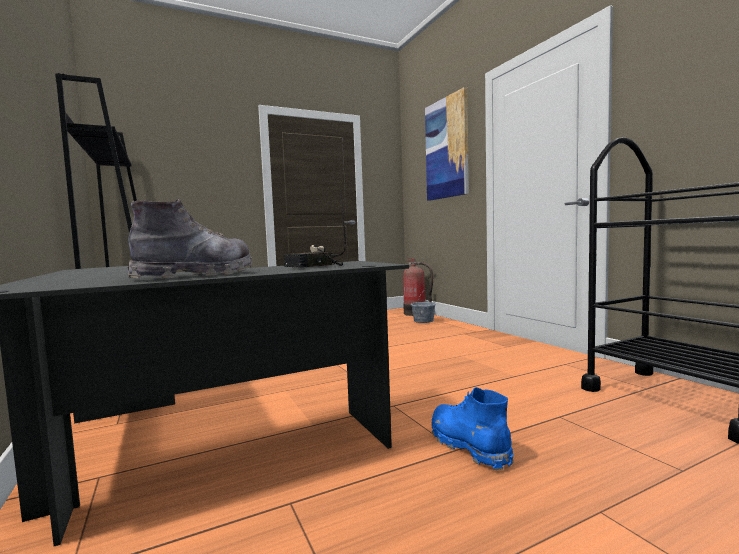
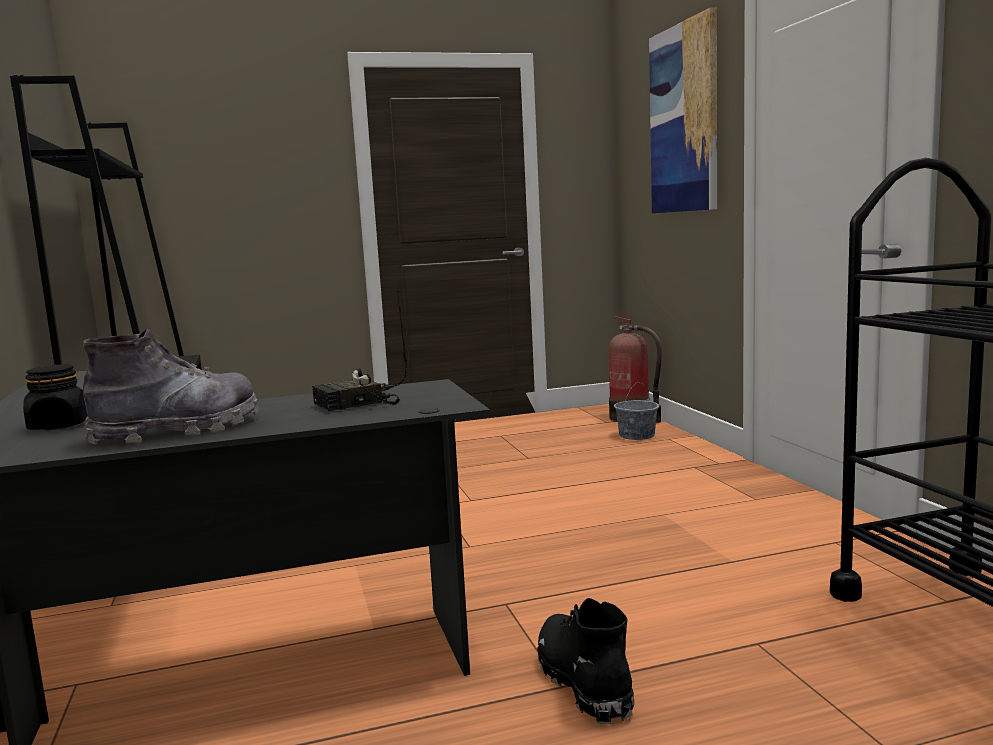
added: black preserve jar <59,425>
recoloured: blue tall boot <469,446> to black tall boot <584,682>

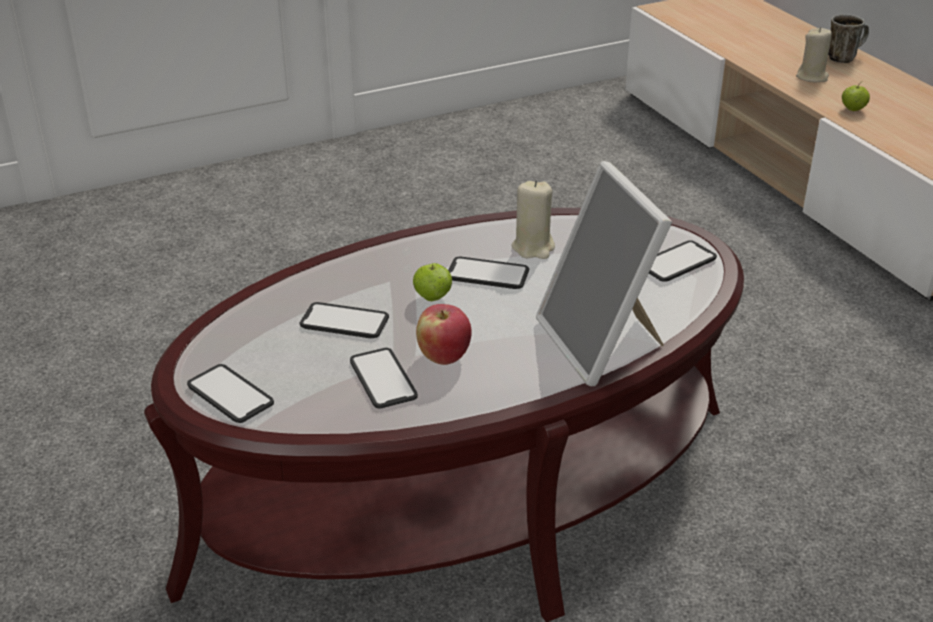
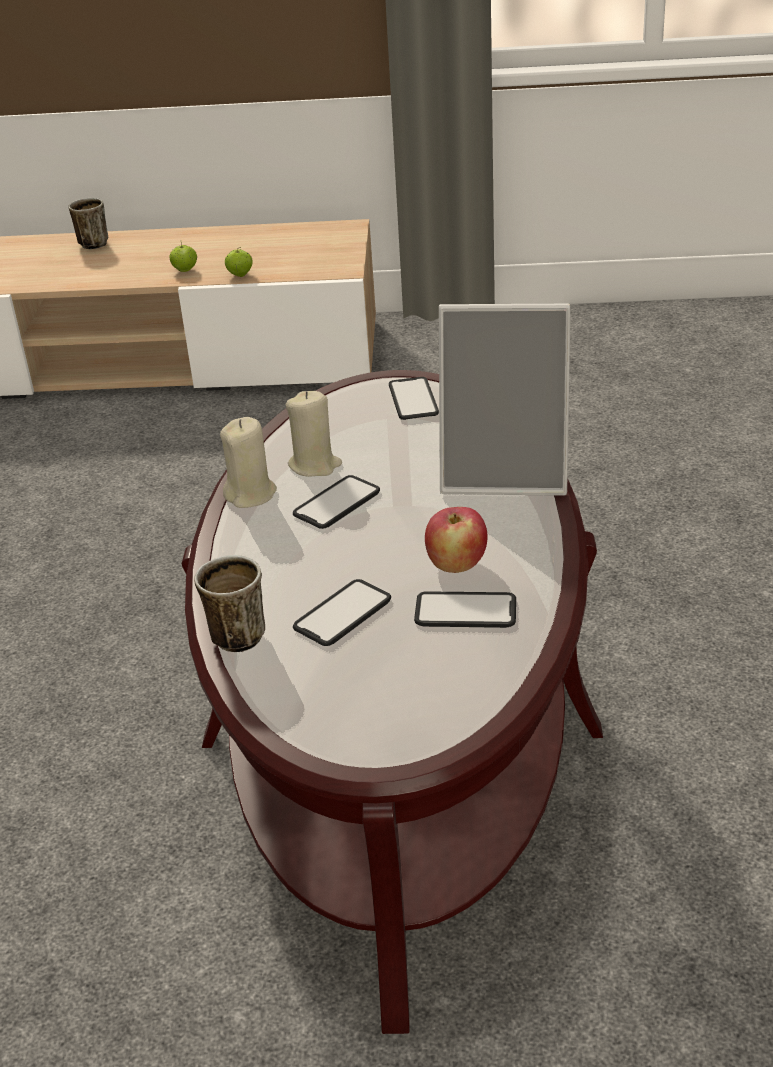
removed: handset <230,394>
added: tea mug <234,632>
moved: beige wax candle <812,77> to <251,494>; apple fruit <433,297> to <240,275>

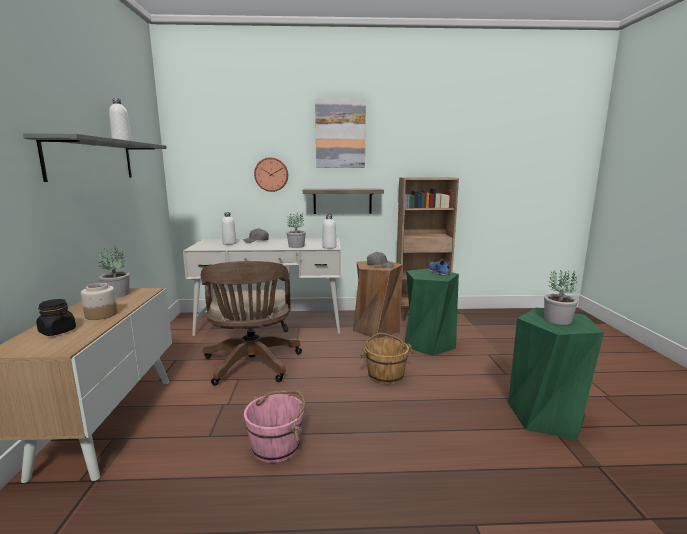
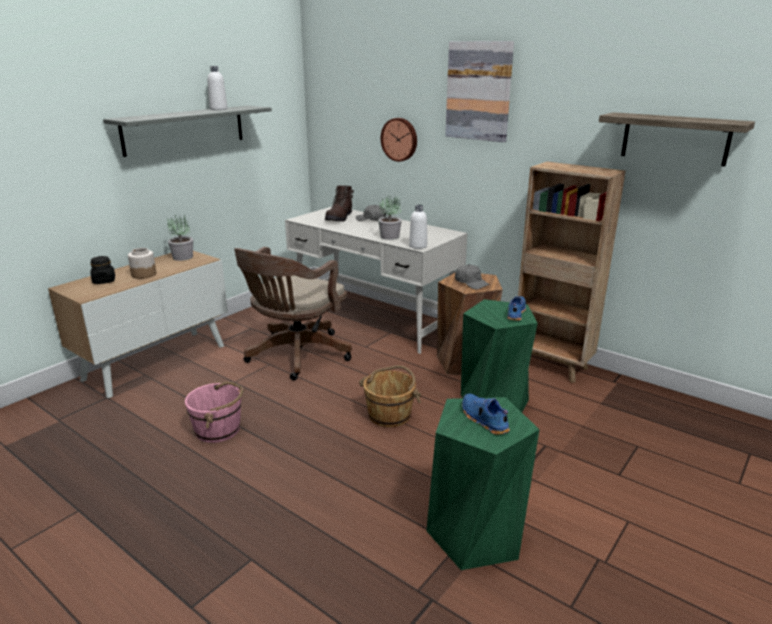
moved: bracket shelf <342,201> to <675,138>
replaced: white-coloured bottle <229,243> to brownish tall boot <340,218>; plant in a pot <558,320> to blue item of footwear <483,420>

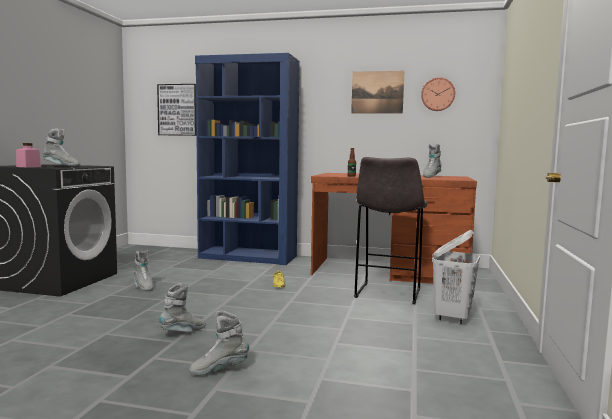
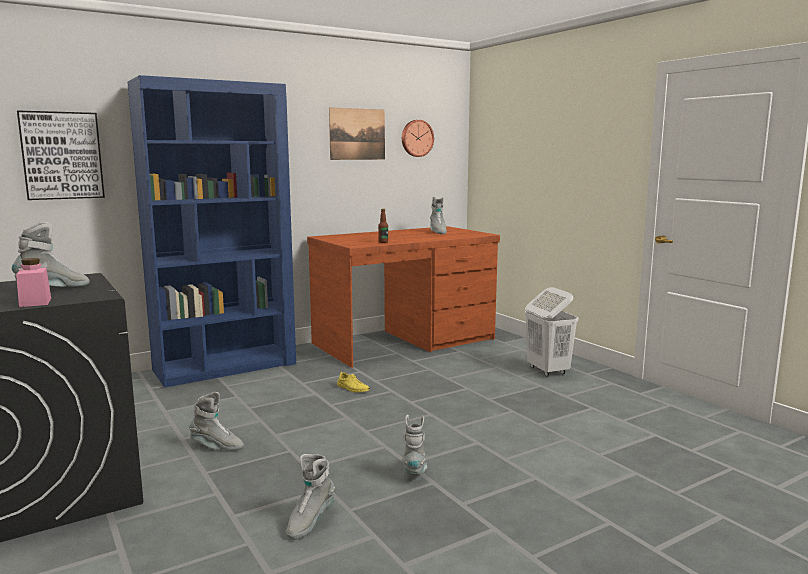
removed: gray sitting stool <387,294>
moved: gray tall boot <219,370> to <310,522>

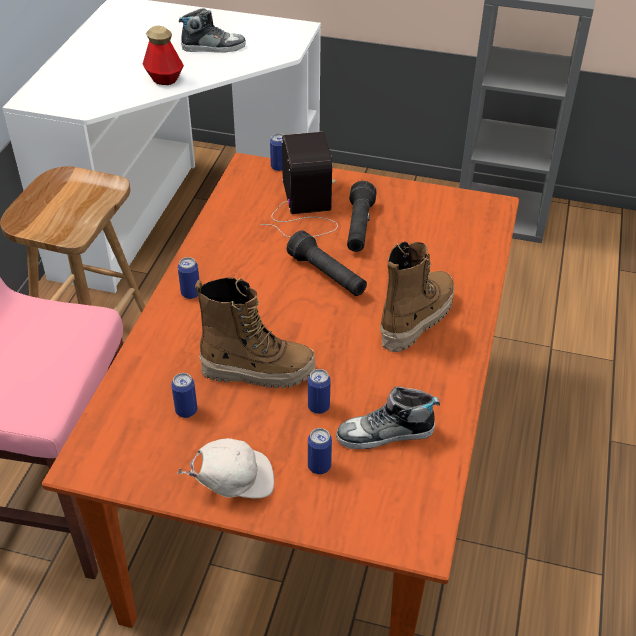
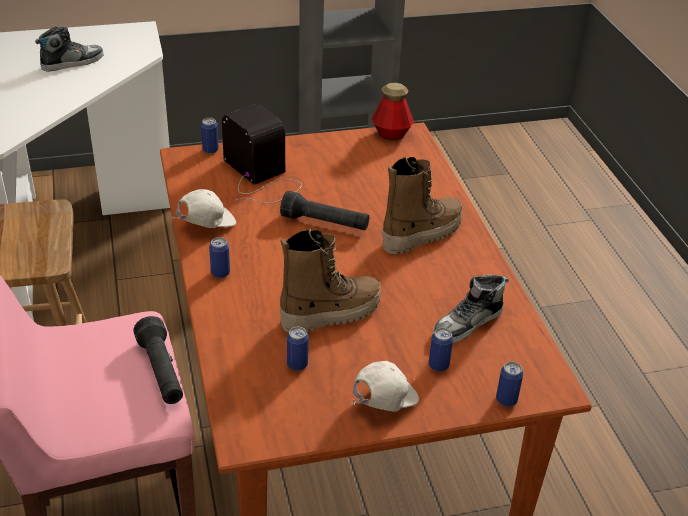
added: white-coloured baseball cap <205,225>
moved: bottle <164,79> to <391,134>; black torch <359,228> to <161,372>; sealed can <318,407> to <506,400>
turned: tall boot <415,319> = <421,234> 45 degrees clockwise

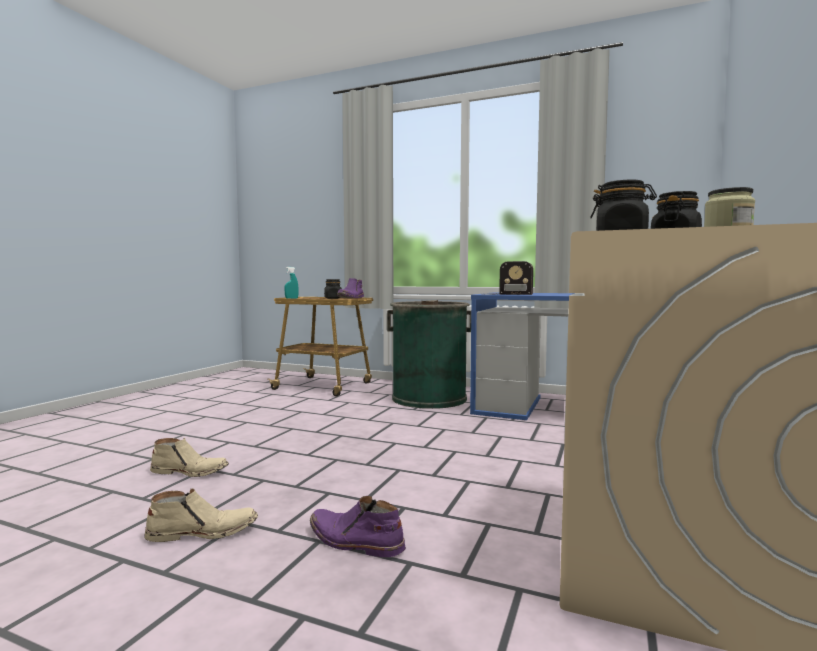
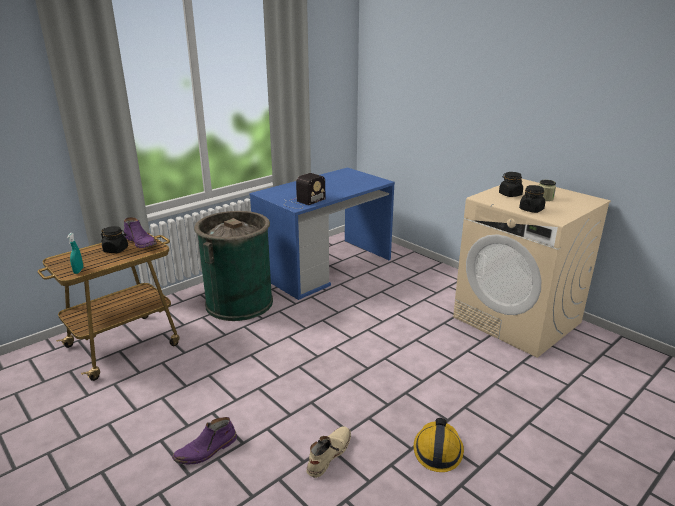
moved: purplish tall boot <354,541> to <206,450>
replaced: beige tall boot <203,532> to hard hat <437,450>

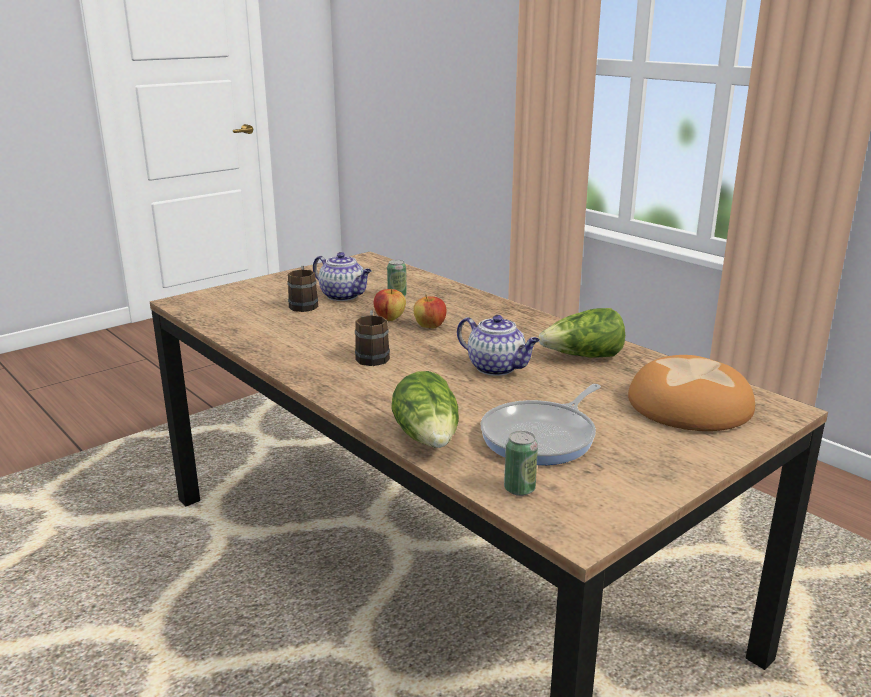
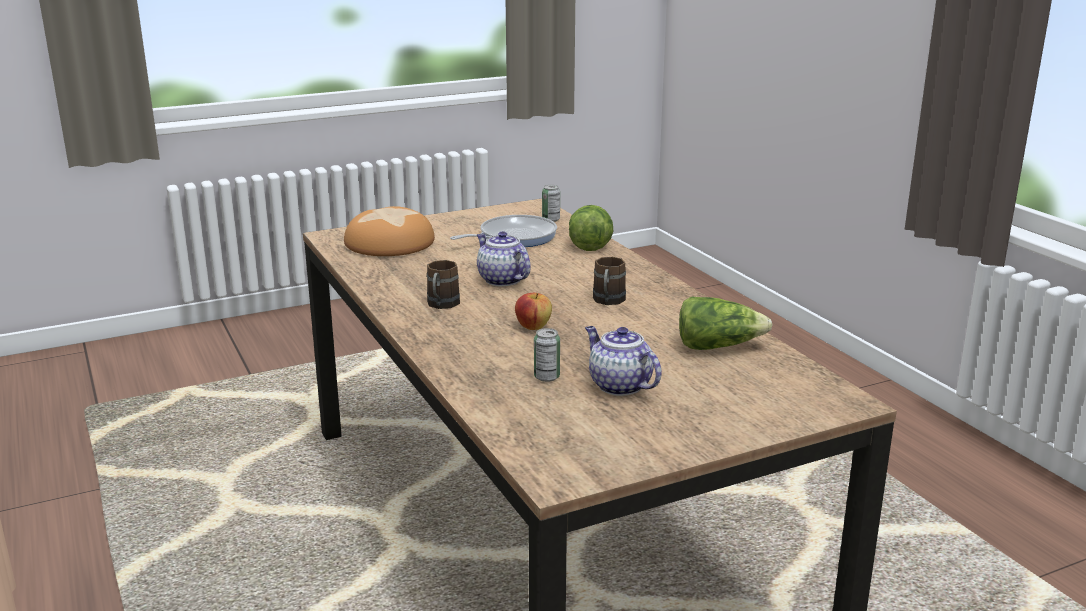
removed: apple fruit <389,318>
moved: brownish tea mug <304,304> to <441,305>; head of lettuce <583,357> to <718,346>

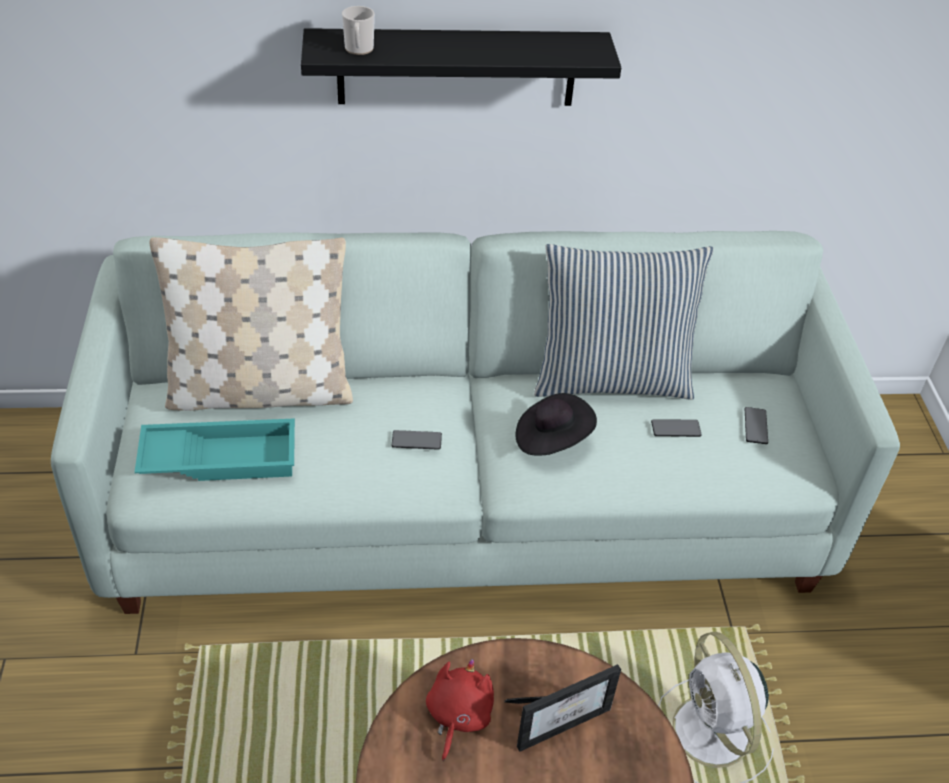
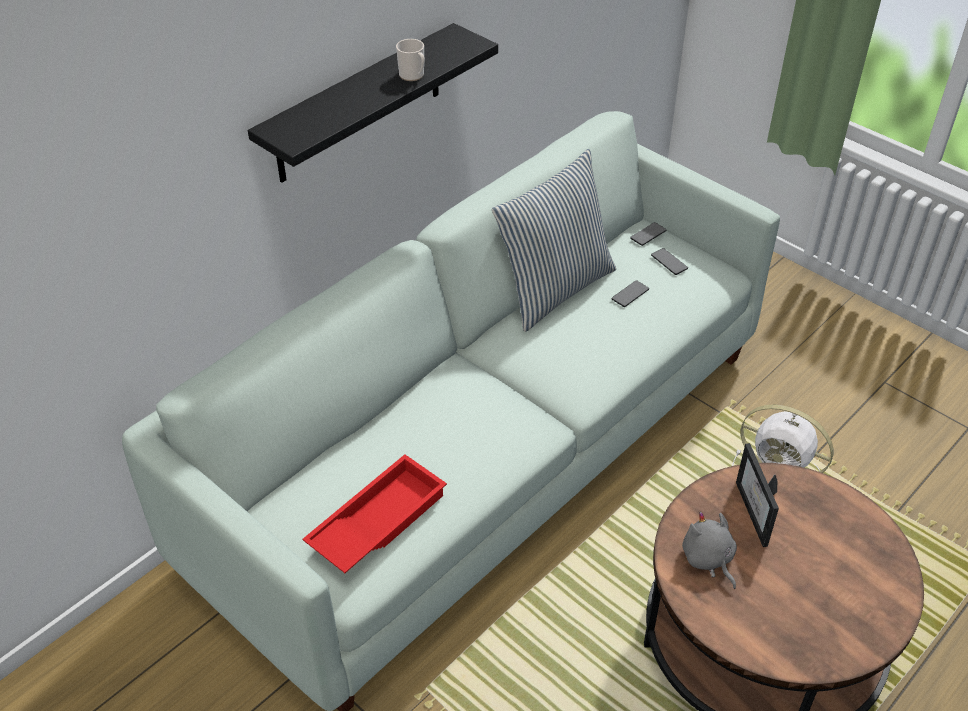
removed: beige pillow <261,390>; black wearable hat <551,438>
moved: tea mug <358,49> to <413,76>; handset <416,440> to <648,234>
recoloured: blue-green serving tray <221,456> to red serving tray <377,520>; red cuddly toy <458,716> to gray cuddly toy <708,559>
turned: standing frame <560,718> = <759,514> 150 degrees clockwise

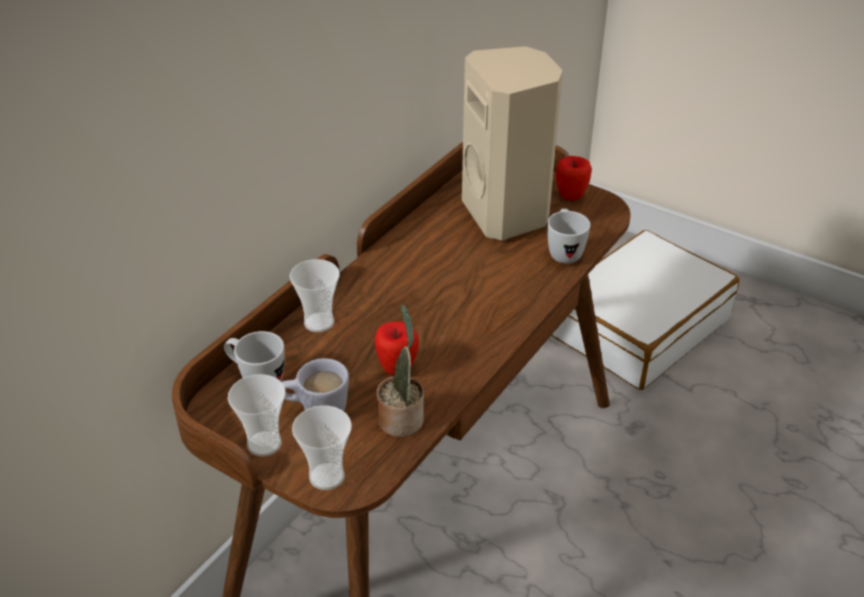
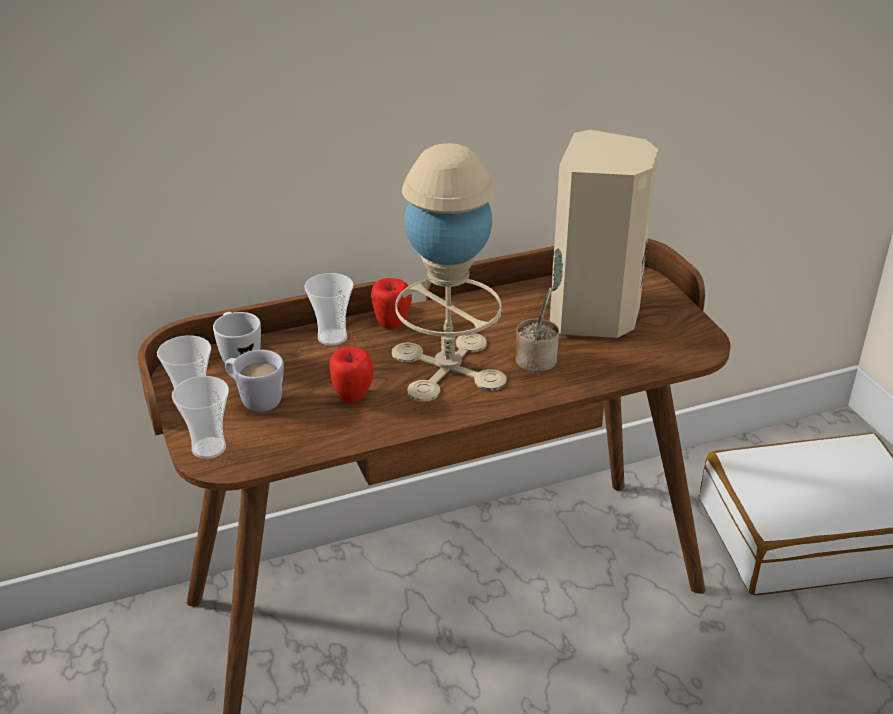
removed: white-coloured tea mug <564,252>
added: beige table lamp <448,366>
moved: apple fruit <571,196> to <392,324>; plant in a pot <401,417> to <538,359>

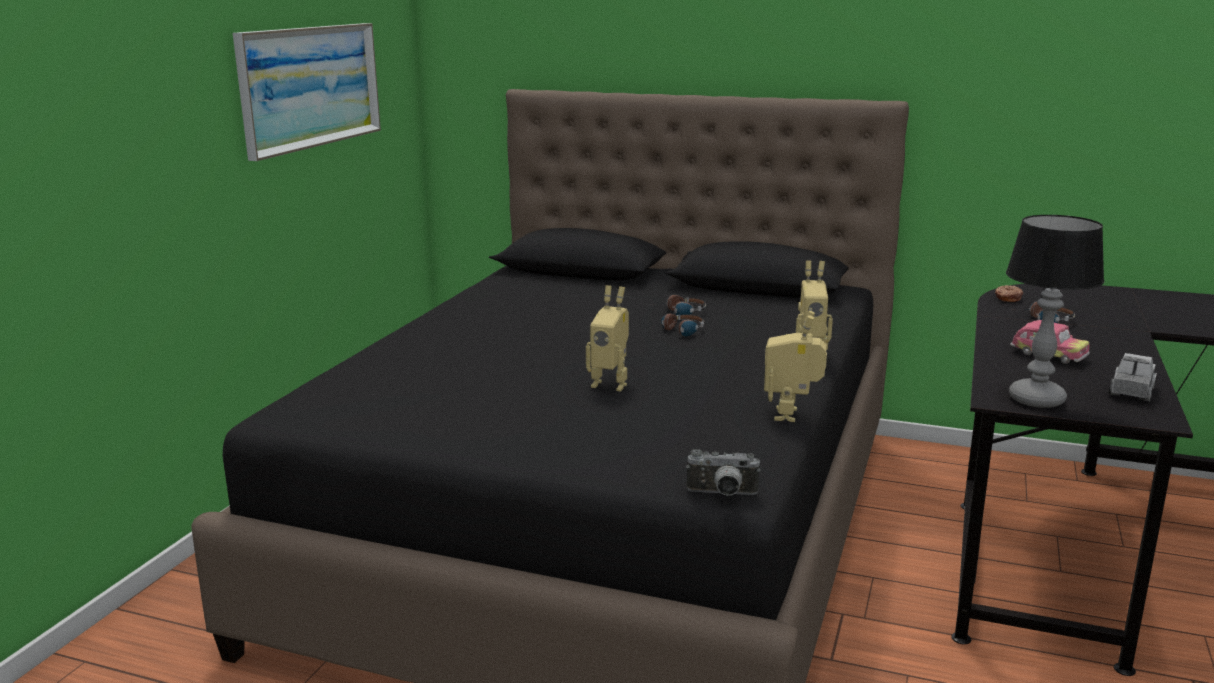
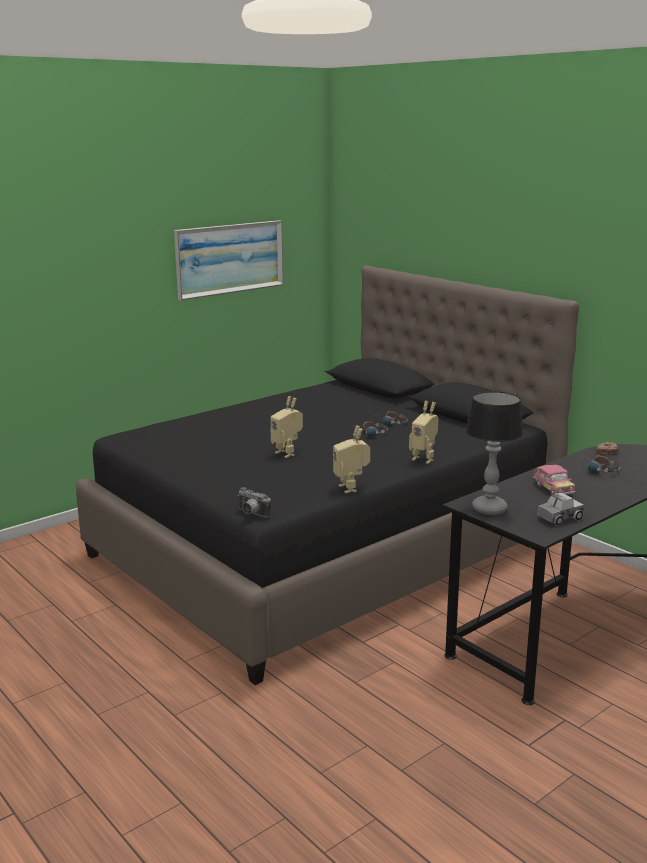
turned: model robot <792,415> = <351,488> 60 degrees counterclockwise

